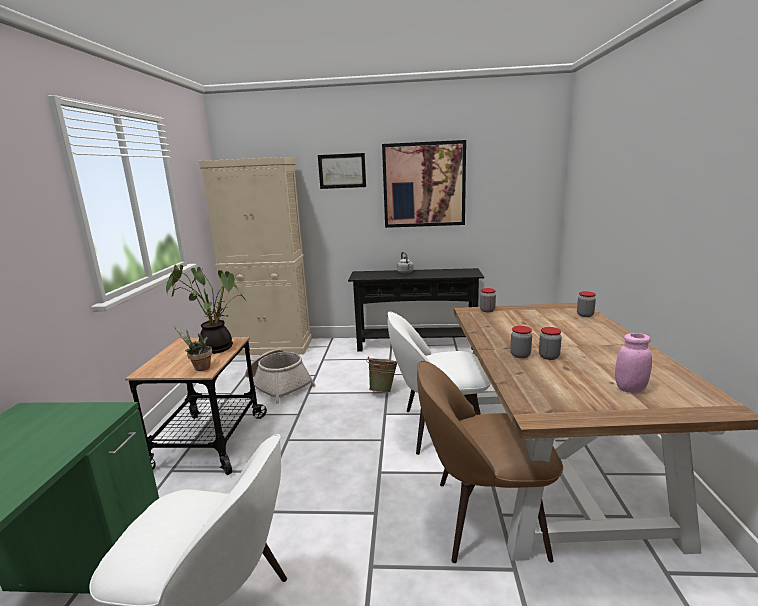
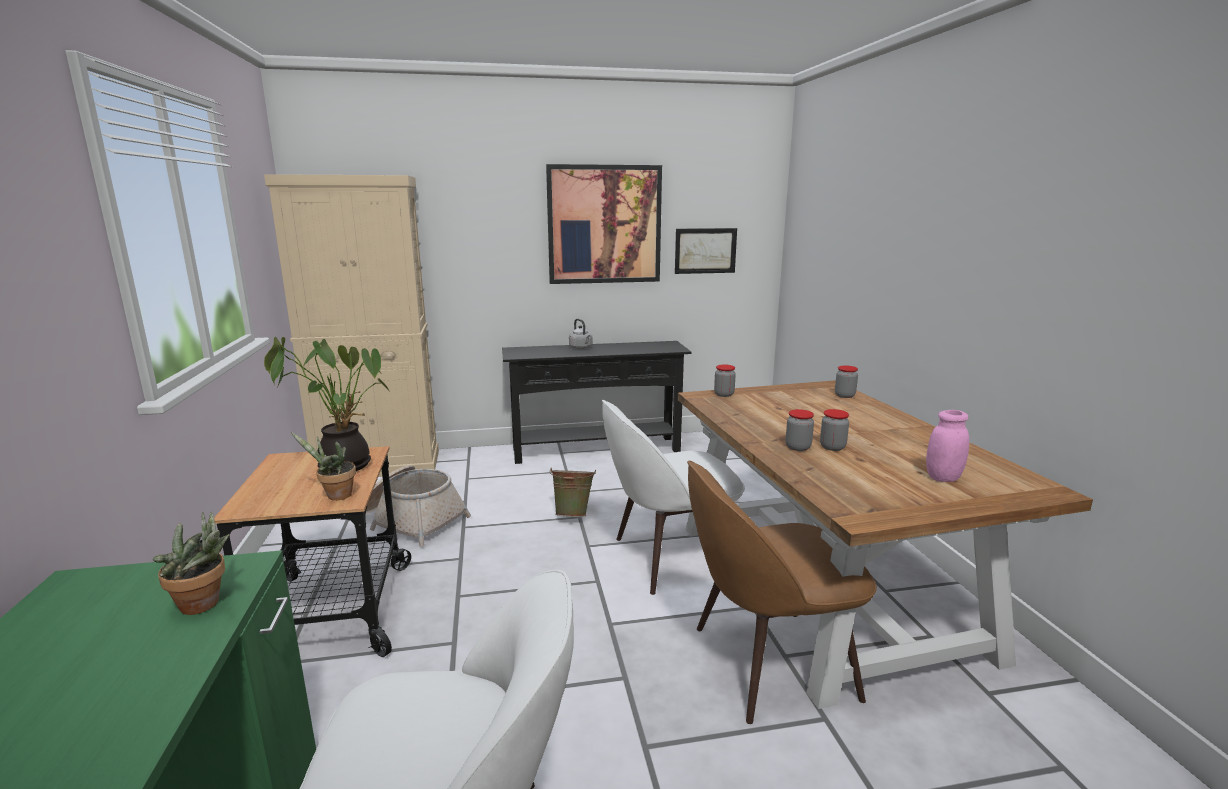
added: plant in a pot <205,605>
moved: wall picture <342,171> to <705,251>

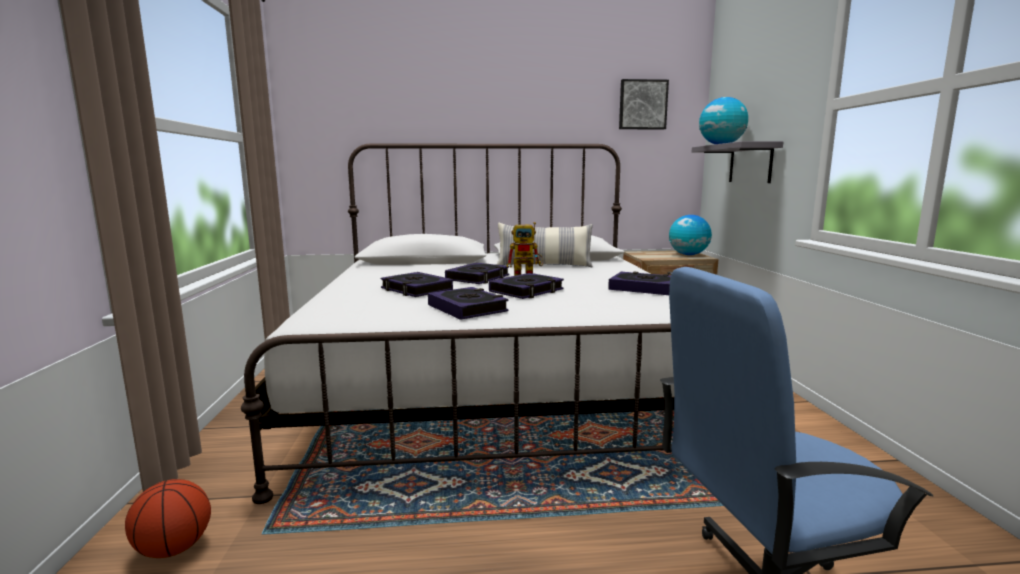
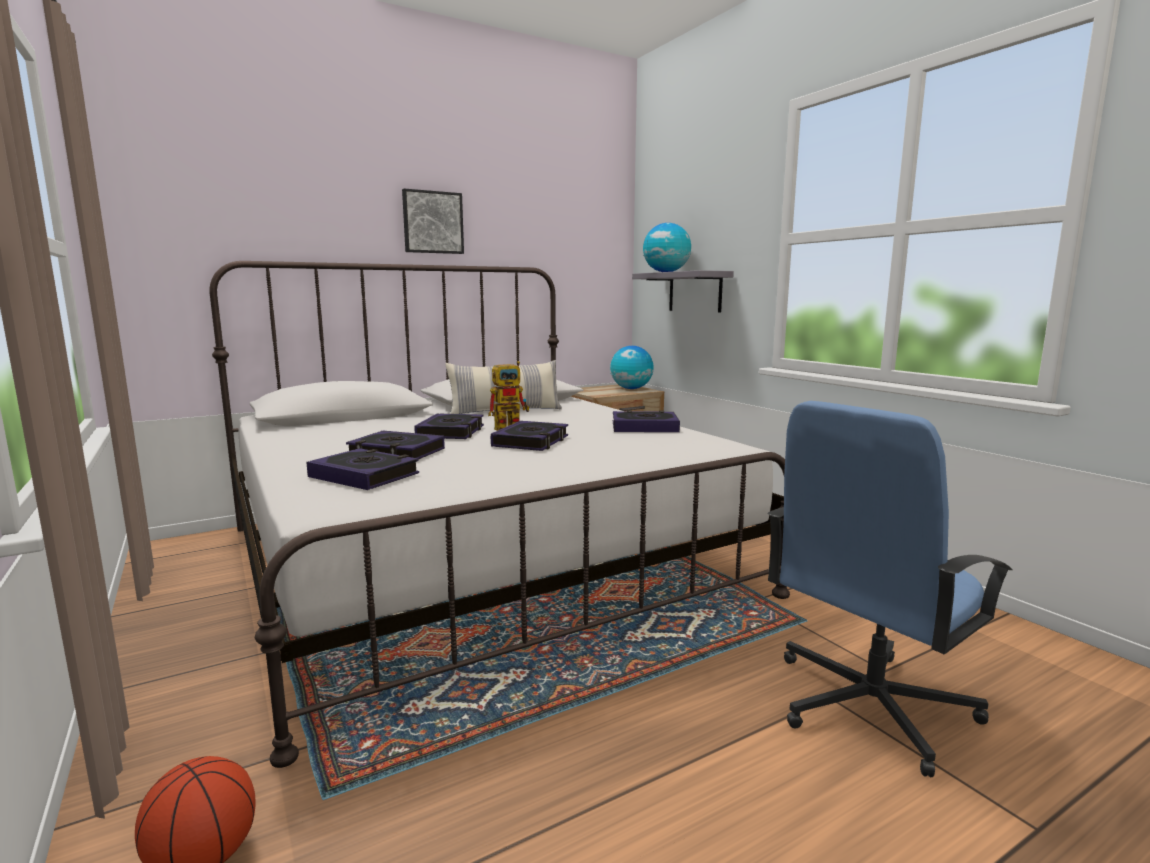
moved: wall picture <642,105> to <432,222>; volume <467,308> to <364,476>

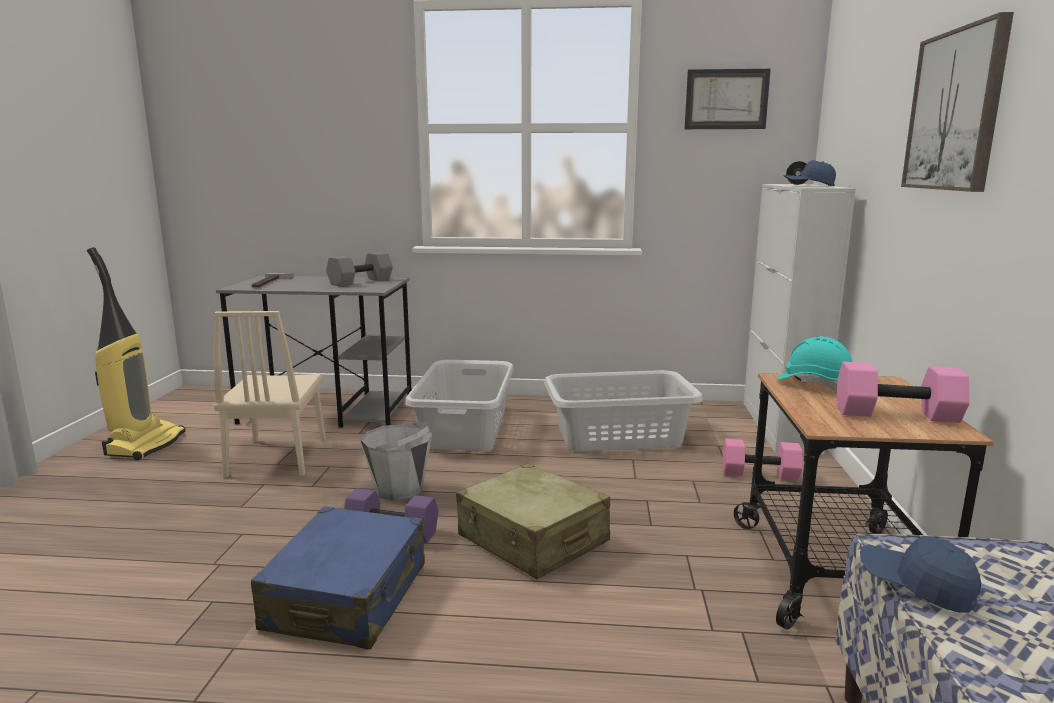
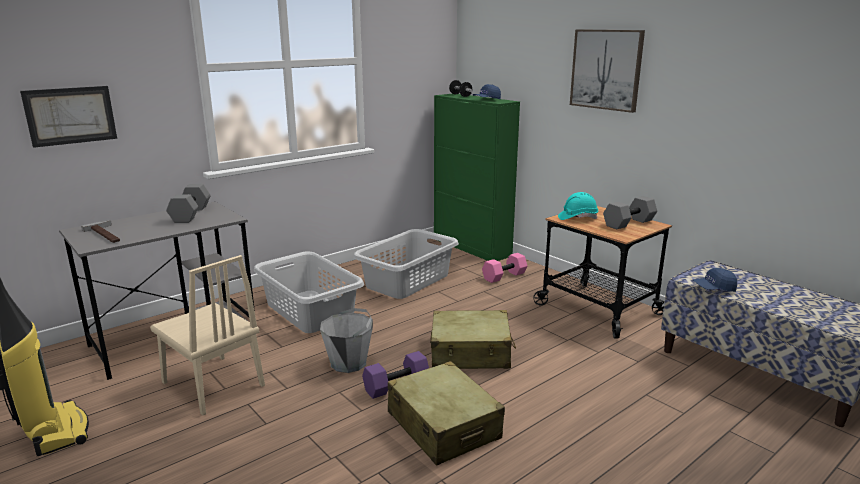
moved: wall picture <726,99> to <70,115>
recoloured: white-coloured cabinet <779,426> to green-coloured cabinet <471,247>; pink-coloured hand weight <896,415> to gray hand weight <629,223>; blue suitcase <347,597> to beige suitcase <443,426>

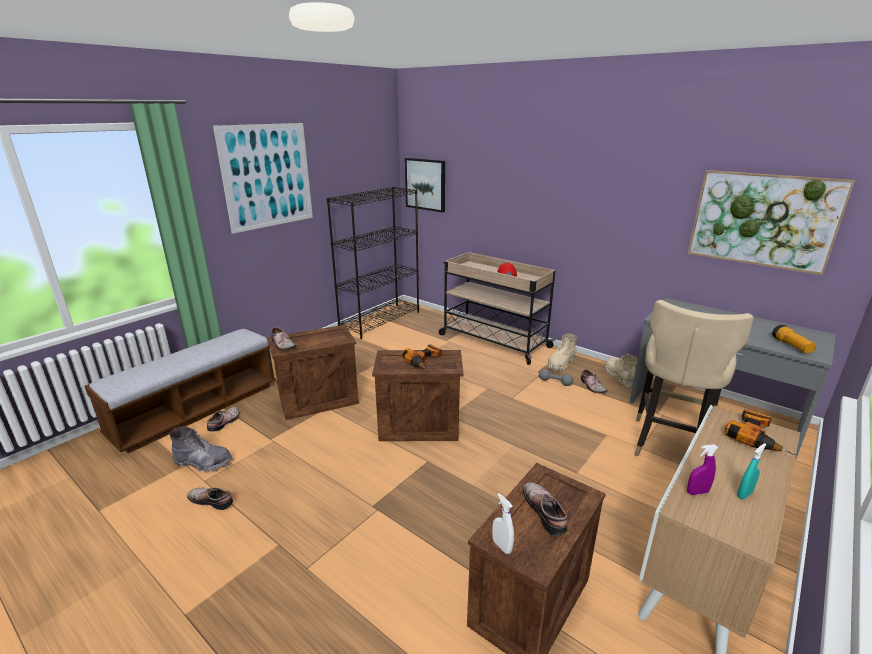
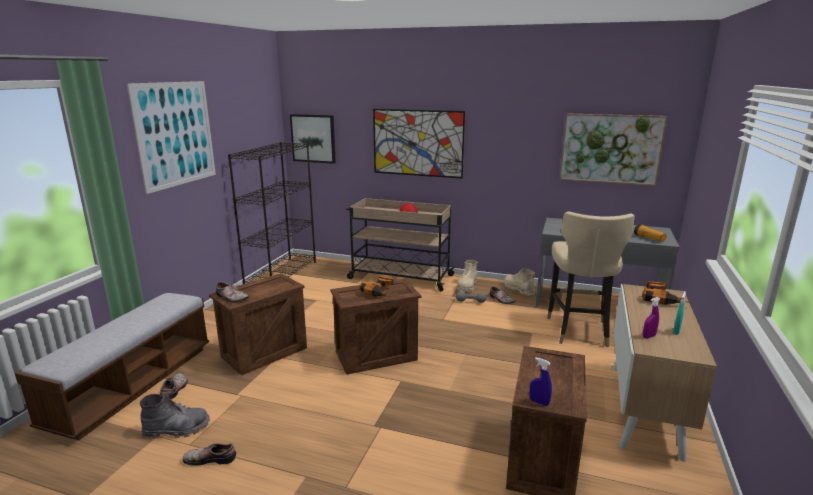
removed: item of footwear <546,511>
added: wall picture <417,143>
recoloured: white-coloured sprayer <502,546> to blue sprayer <539,402>

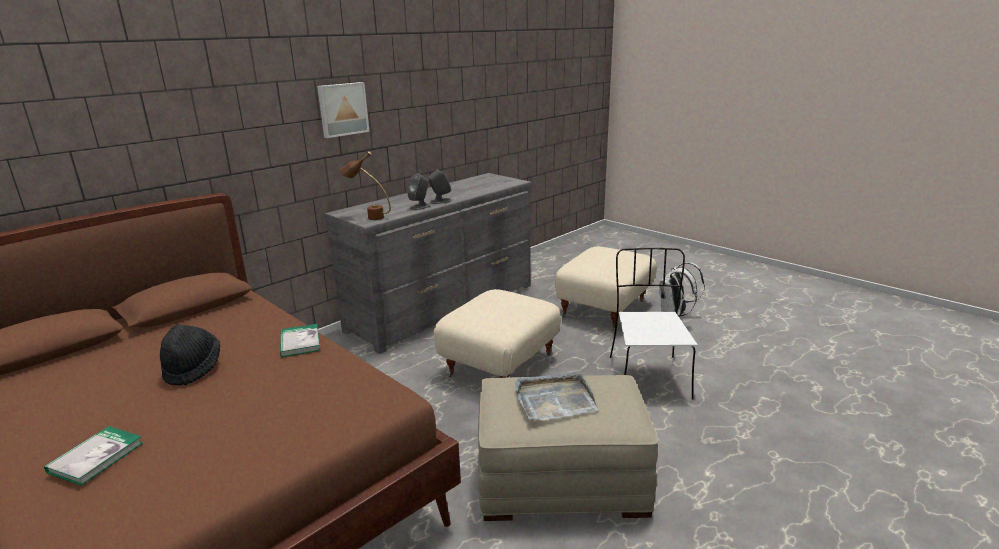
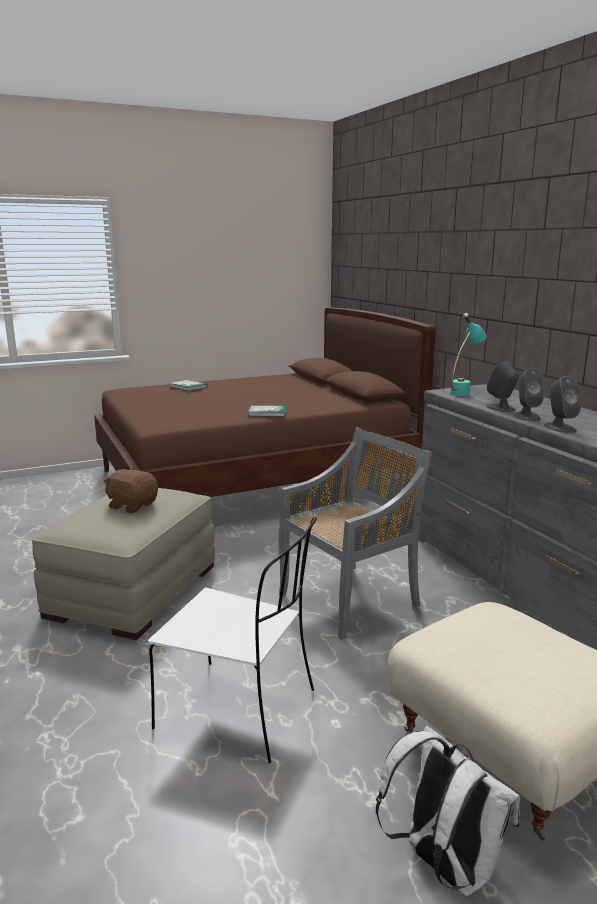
removed: wall picture <342,109>; black wearable hat <193,368>
added: gray loudspeaker <559,427>
replaced: beige ottoman <499,365> to gray chair <350,599>; gray serving tray <554,399> to brownish cuddly toy <132,505>
recoloured: brownish table lamp <369,217> to blue-green table lamp <464,392>

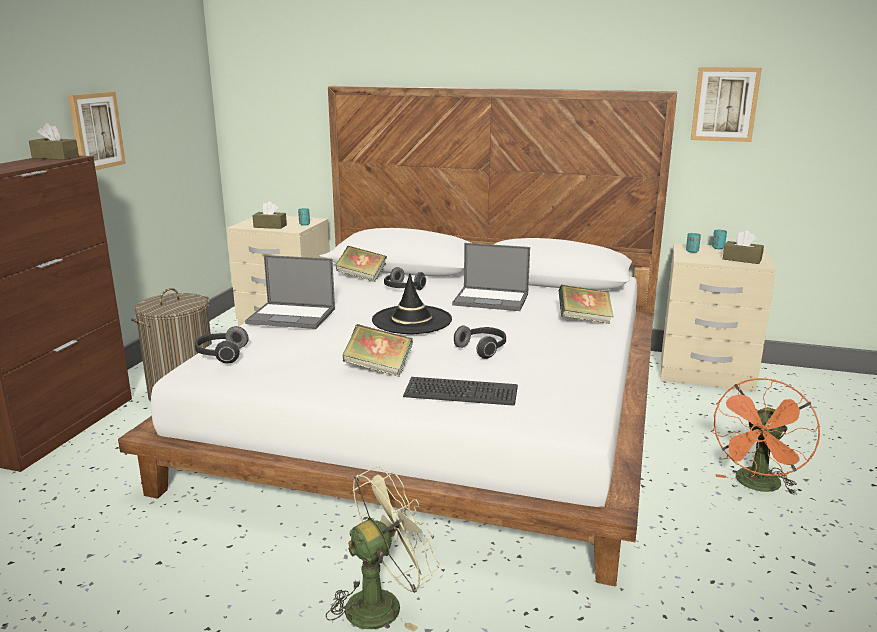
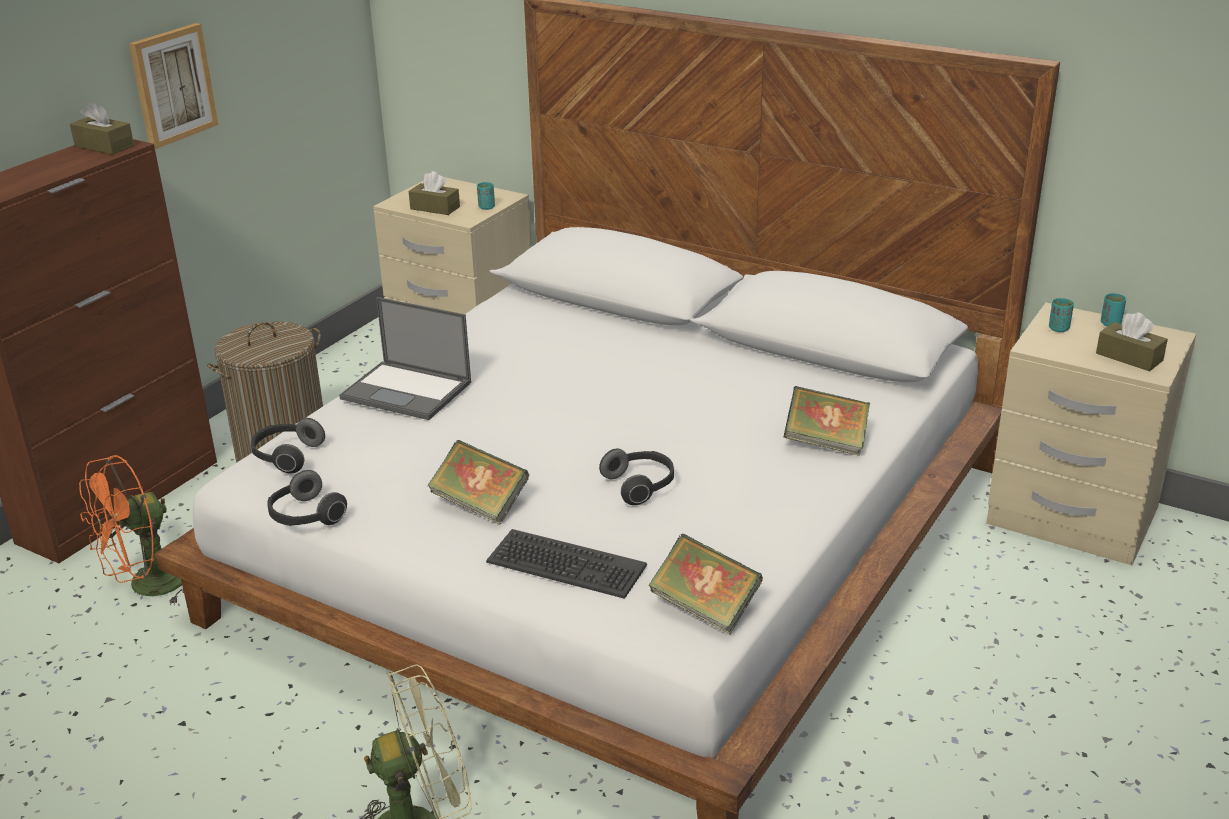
removed: wall picture <725,104>; laptop <492,299>; black wearable hat <412,320>
moved: volume <362,277> to <705,608>; headset <402,289> to <305,517>; orange-coloured electric fan <757,486> to <148,587>

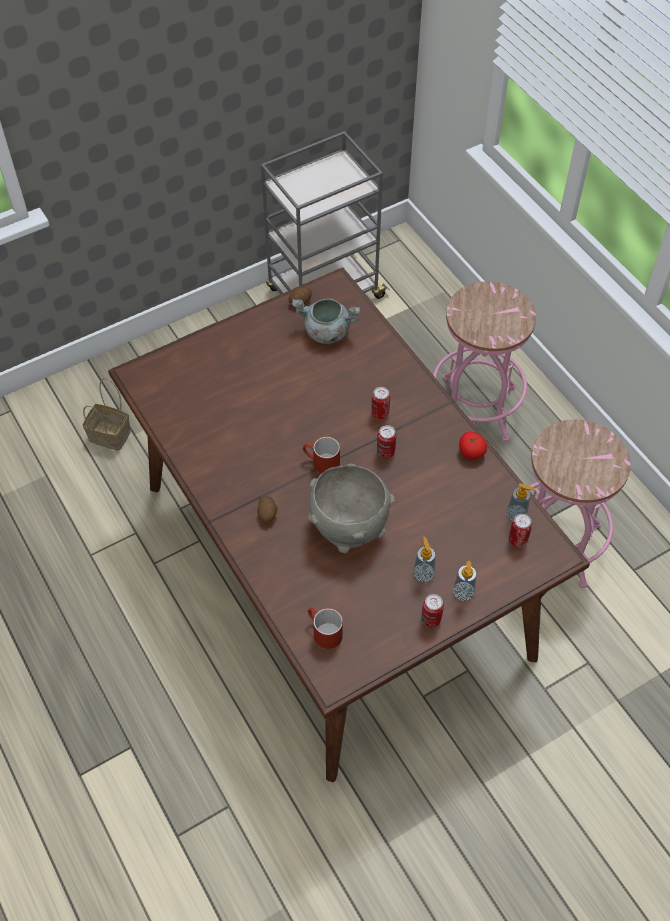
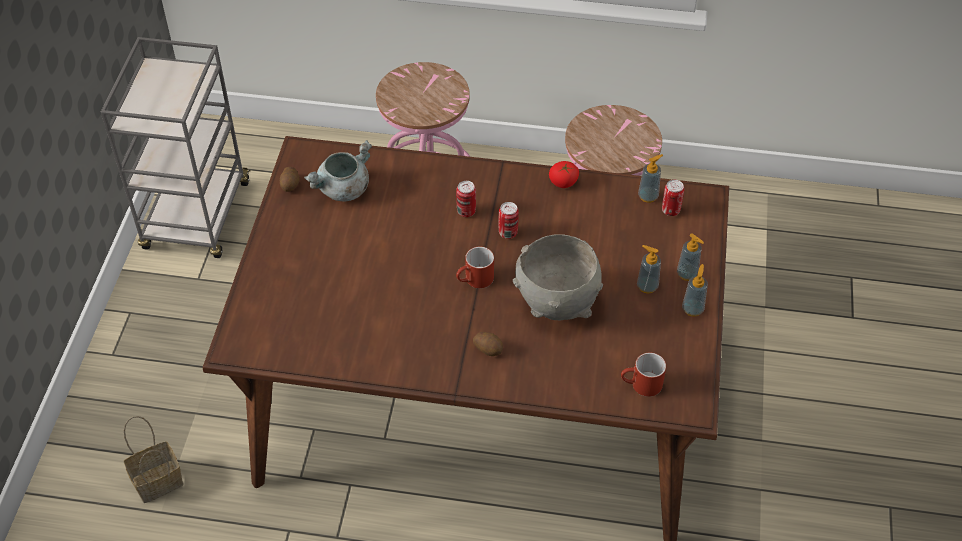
replaced: sealed can <431,619> to soap dispenser <692,309>

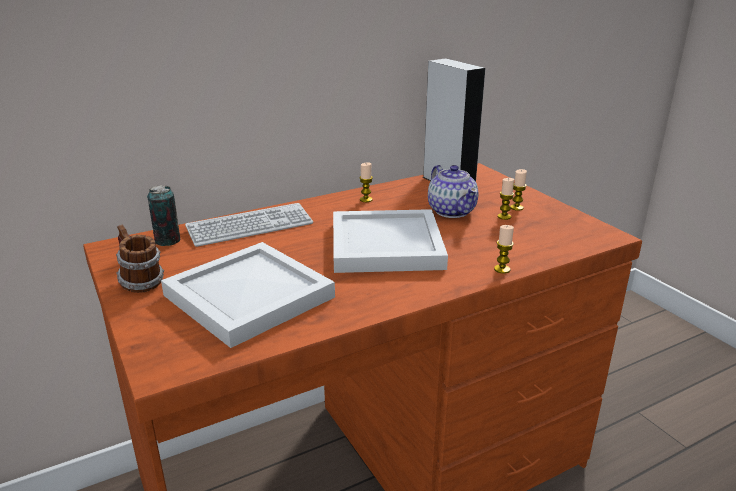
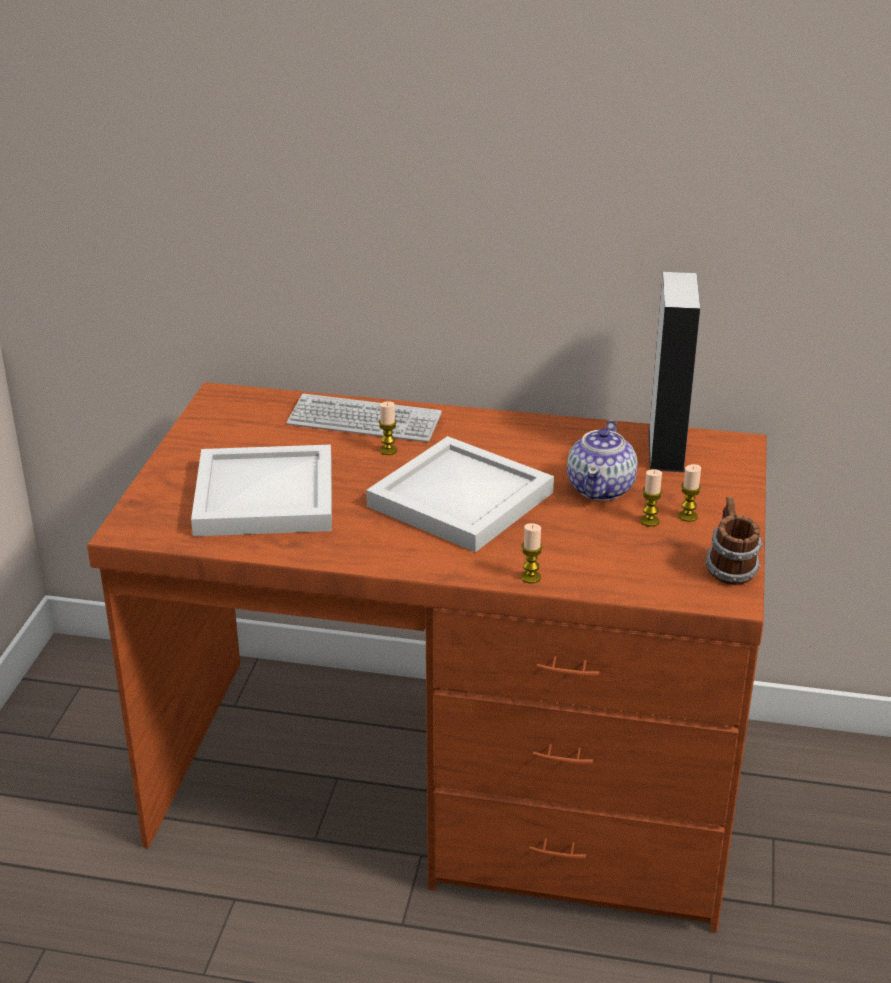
removed: sealed can <167,241>
moved: wax candle <366,199> to <388,450>; tea mug <140,283> to <729,570>

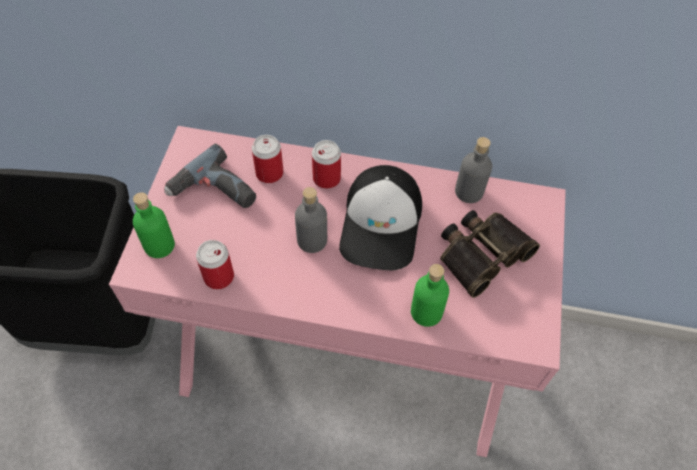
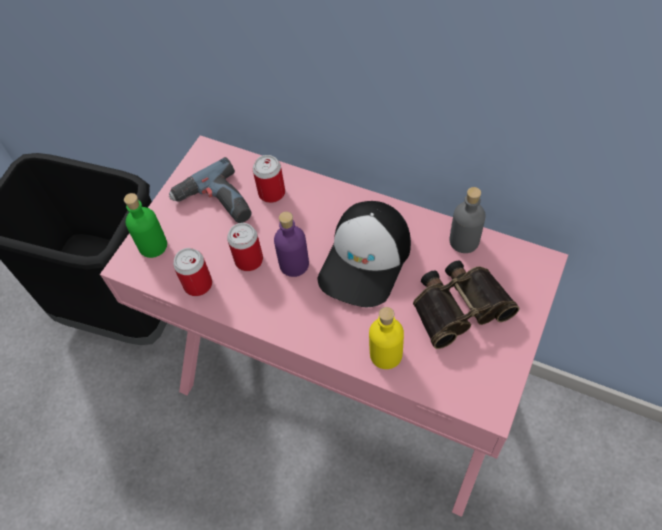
moved: sealed can <326,178> to <249,260>
recoloured: gray bottle <312,240> to purplish bottle <294,264>; green-coloured bottle <426,312> to yellow-coloured bottle <386,354>

